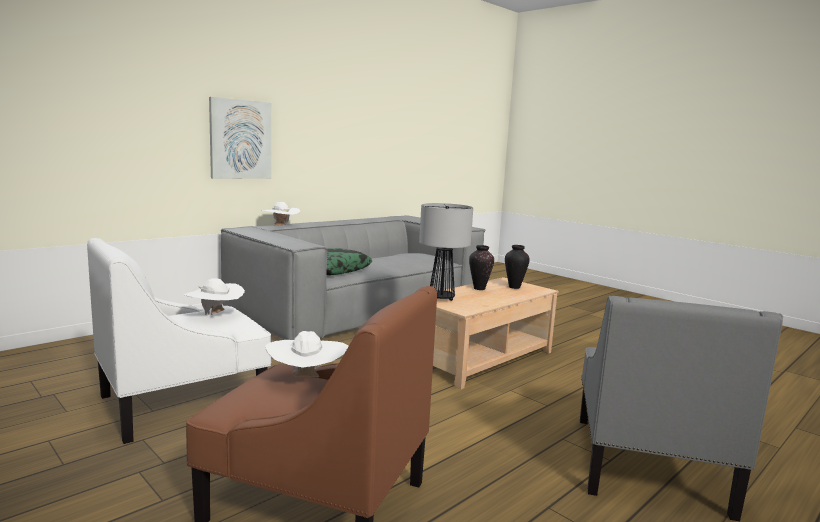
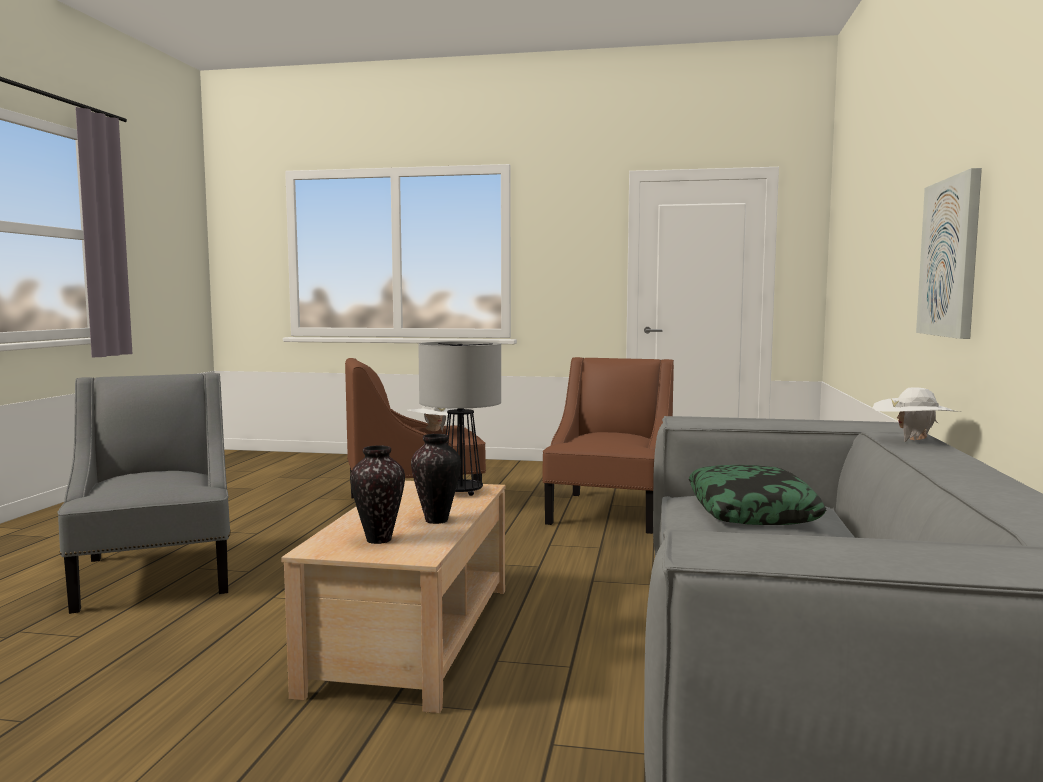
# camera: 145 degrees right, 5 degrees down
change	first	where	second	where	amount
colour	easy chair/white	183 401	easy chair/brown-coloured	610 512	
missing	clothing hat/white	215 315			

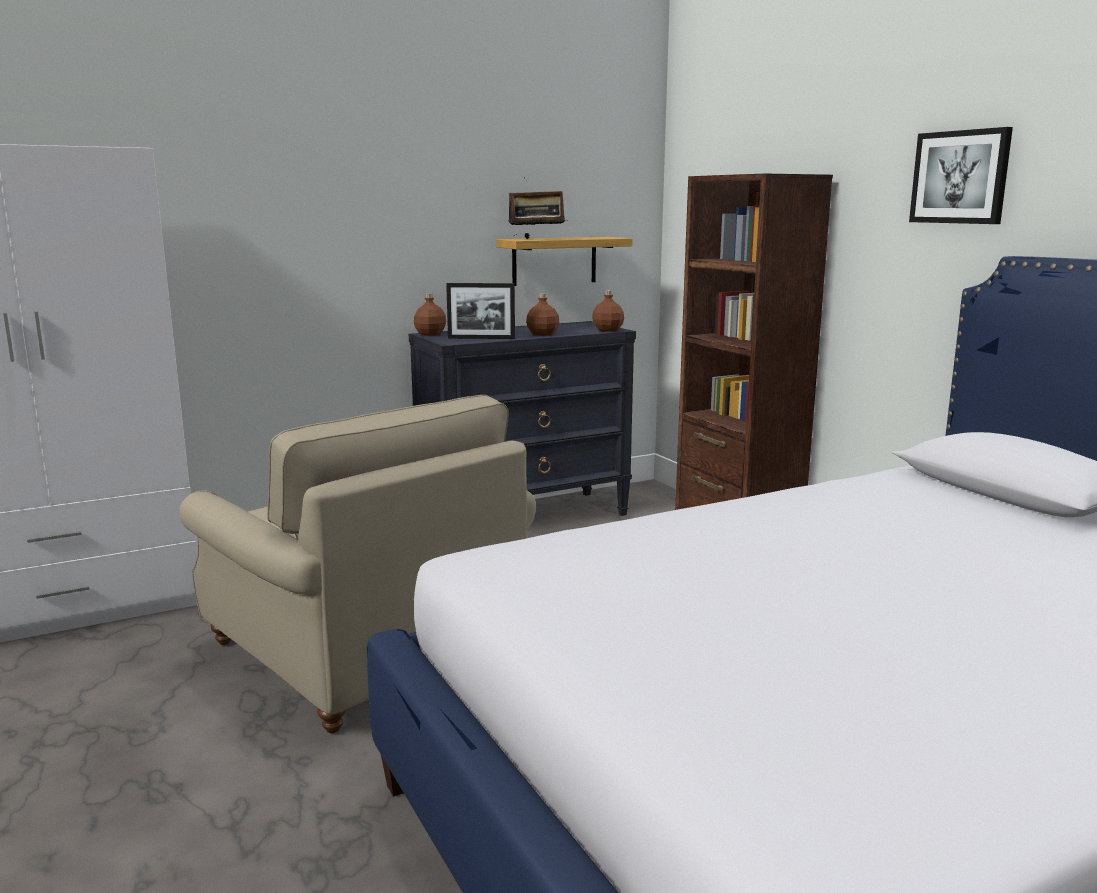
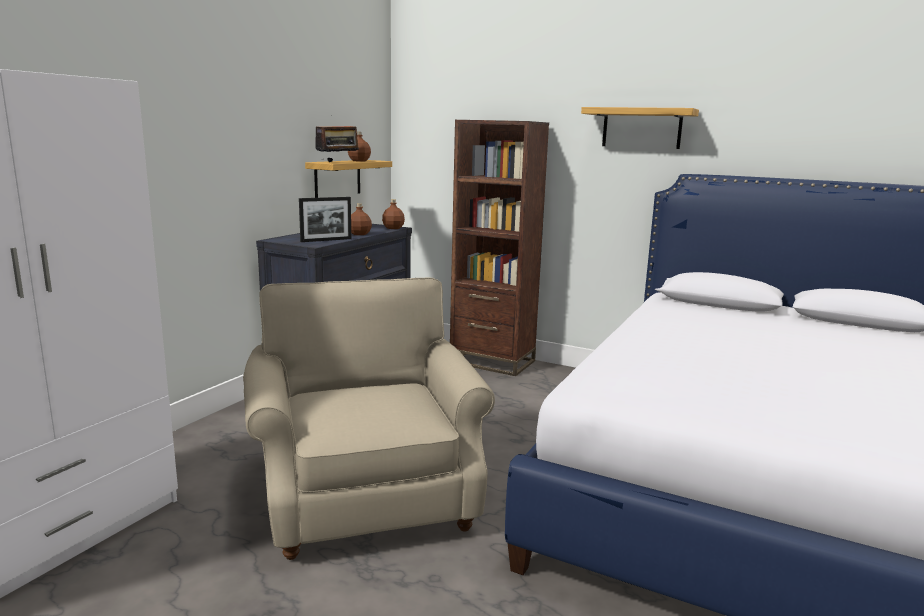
# camera: 35 degrees left, 0 degrees up
change	first	where	second	where	amount
spun	easy chair/beige	365 650		365 492	120 degrees counterclockwise
relocated	bottle/brown-coloured	430 334		359 161	
exchanged	wall picture	960 177	wall shelf	641 128	

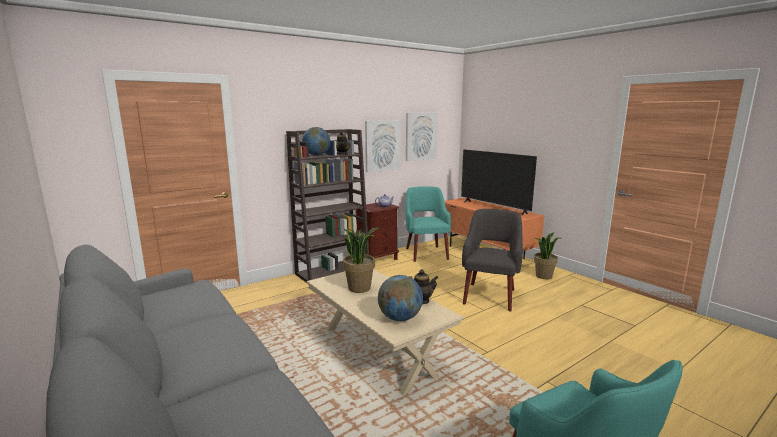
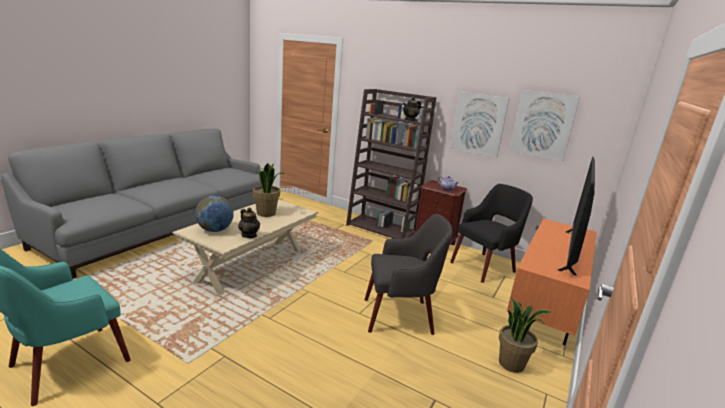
# camera: 65 degrees right, 5 degrees up
change	first	where	second	where	amount
colour	easy chair/blue-green	426 253	easy chair/black	483 267	
missing	desk globe	316 155			

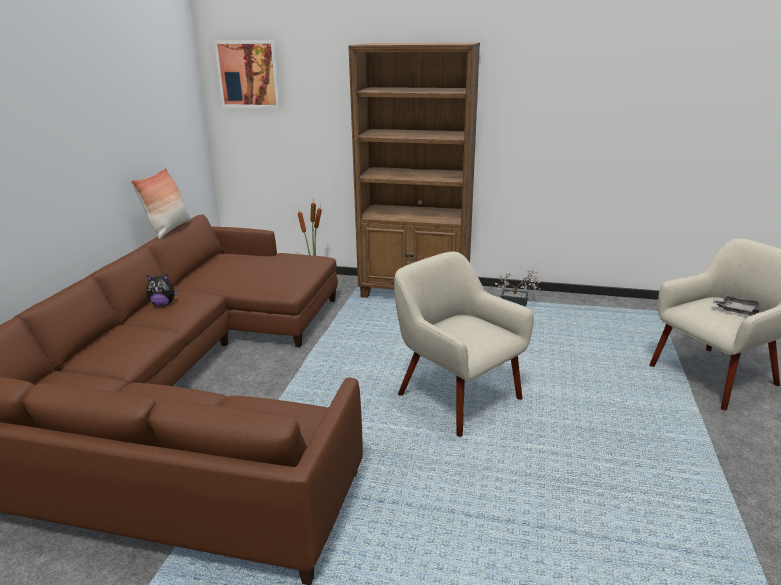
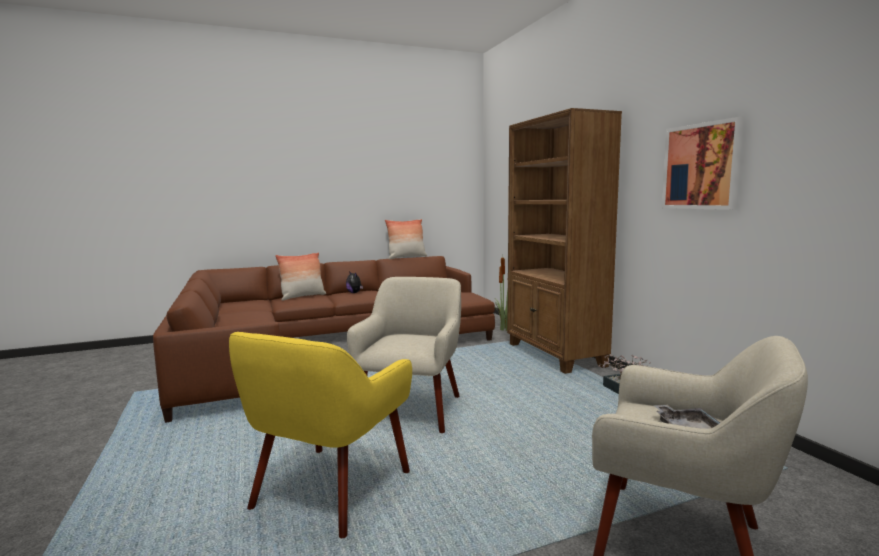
# camera: 55 degrees right, 15 degrees down
change	first	where	second	where	amount
appeared			easy chair/yellow-coloured	329 490	
appeared			cushion	302 296	
relocated	wall picture	248 74		701 166	

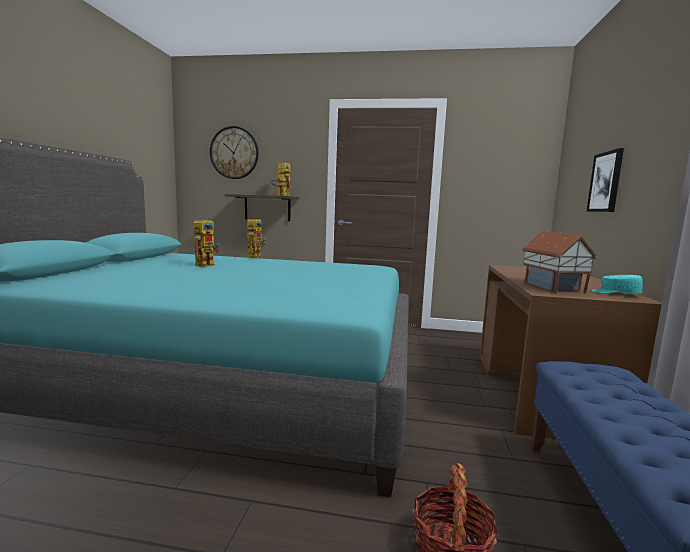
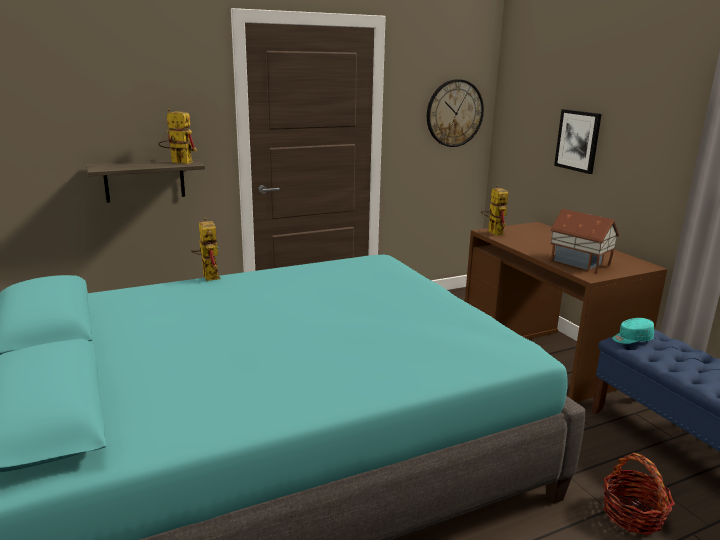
# camera: 35 degrees left, 10 degrees up
change	first	where	second	where	amount
relocated	hanging clock	234 153		454 113	
relocated	toy robot	206 264		492 232	
relocated	baseball cap/blue-green	615 293		631 339	

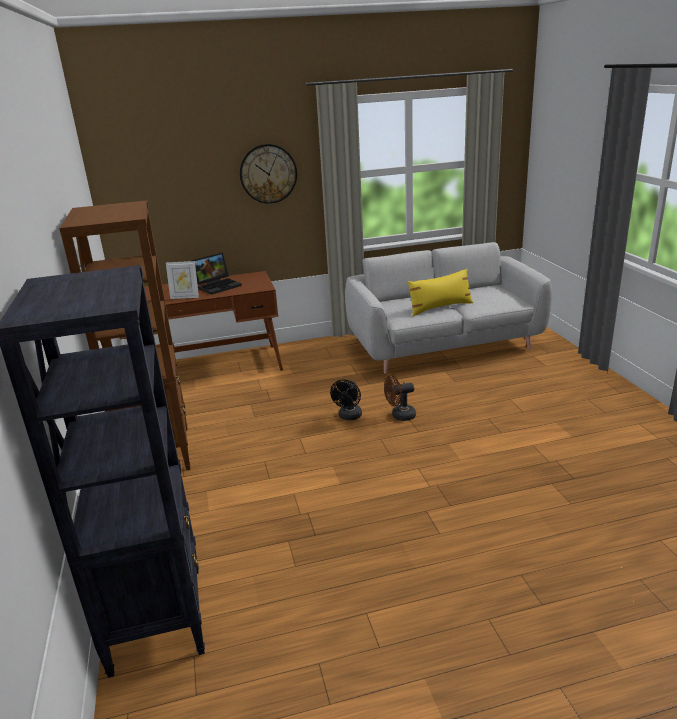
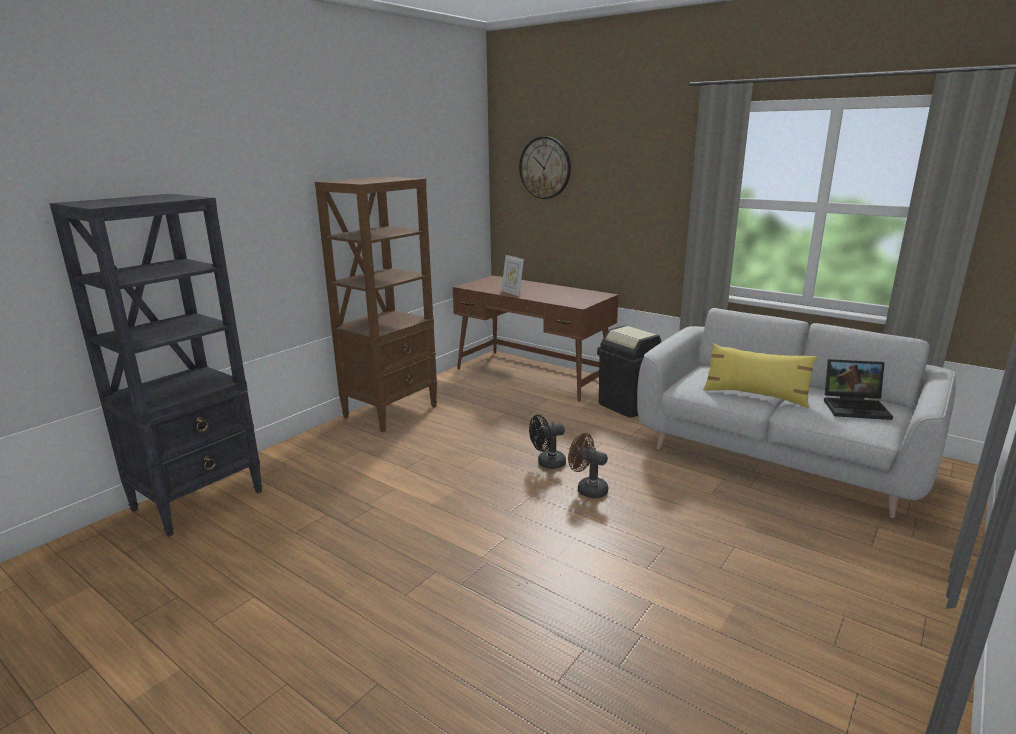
# camera: 50 degrees right, 5 degrees down
change	first	where	second	where	amount
relocated	hanging clock	268 174		545 168	
appeared			waste bin/black	628 405	
relocated	notebook computer	218 286		856 407	

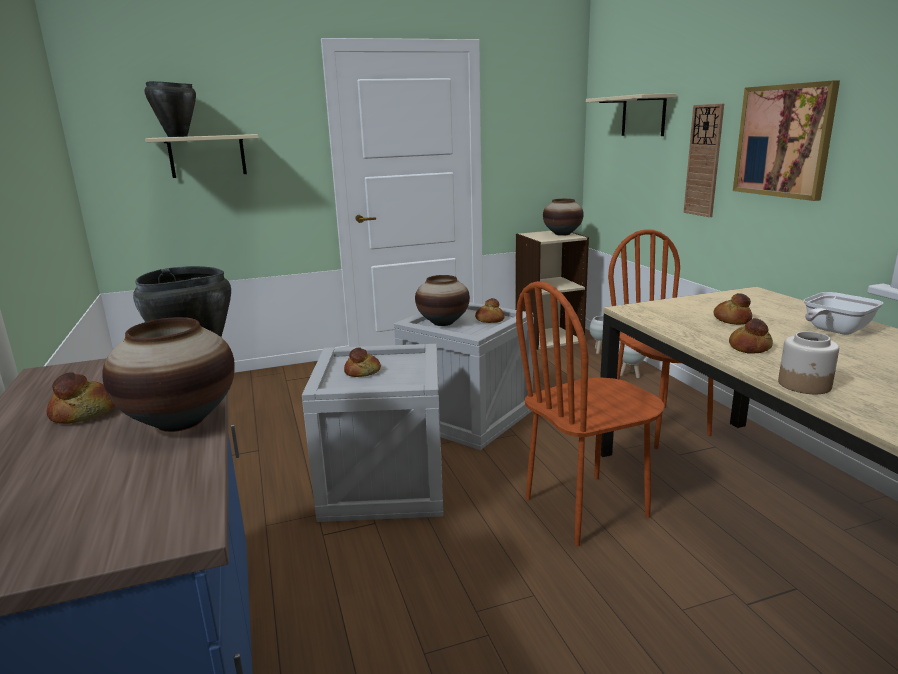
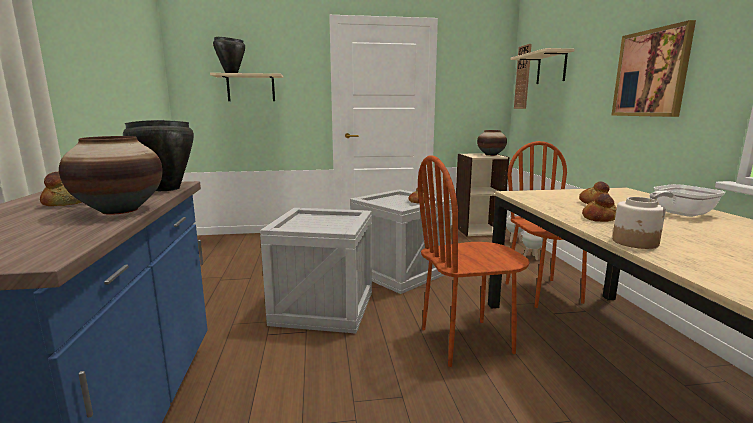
# camera: 10 degrees right, 5 degrees down
change	first	where	second	where	amount
relocated	hanging clock	704 161		523 77	
missing	baked bread	363 372			
missing	flower vase	443 323			

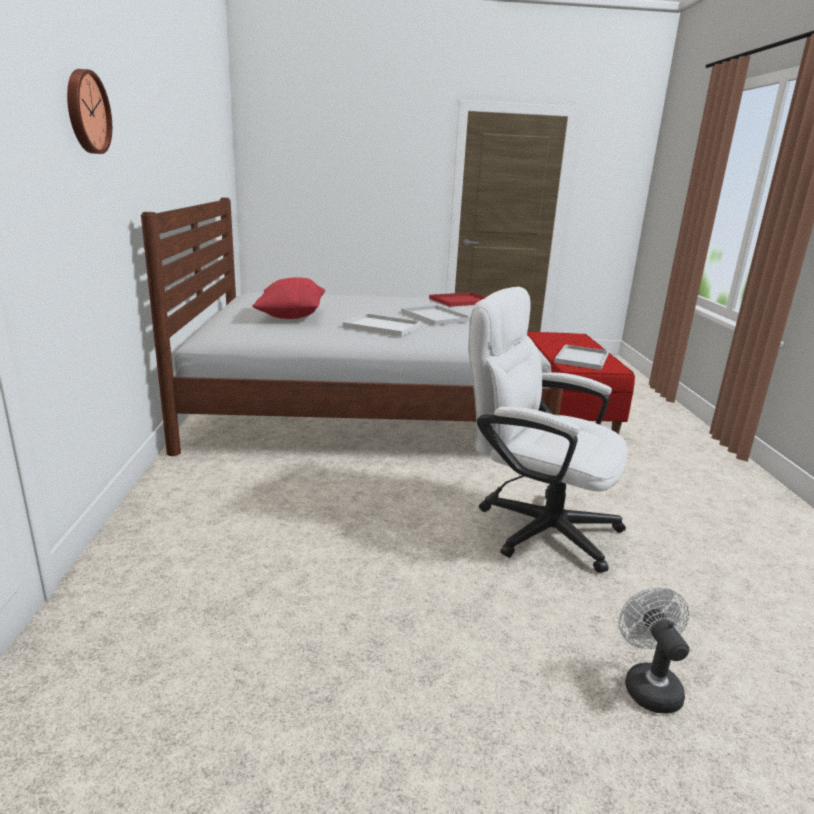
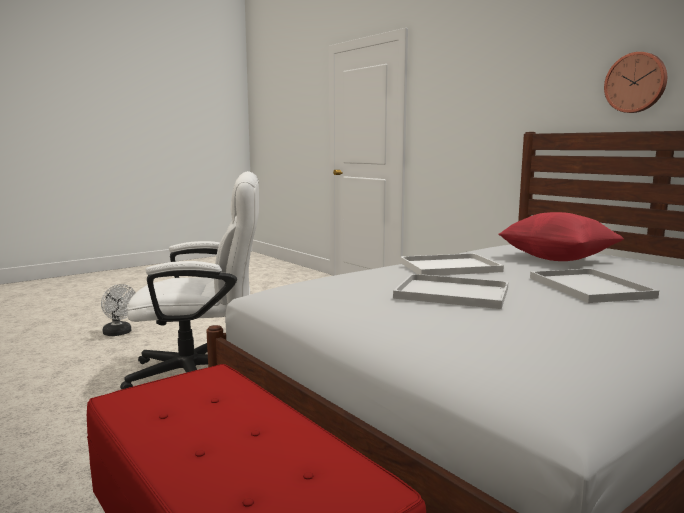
# camera: 145 degrees right, 10 degrees down
change	first	where	second	where	amount
relocated	carrying tray/white	581 358		592 288	
relocated	hanging clock	86 112		636 83	
missing	carrying tray/reddish	460 301			

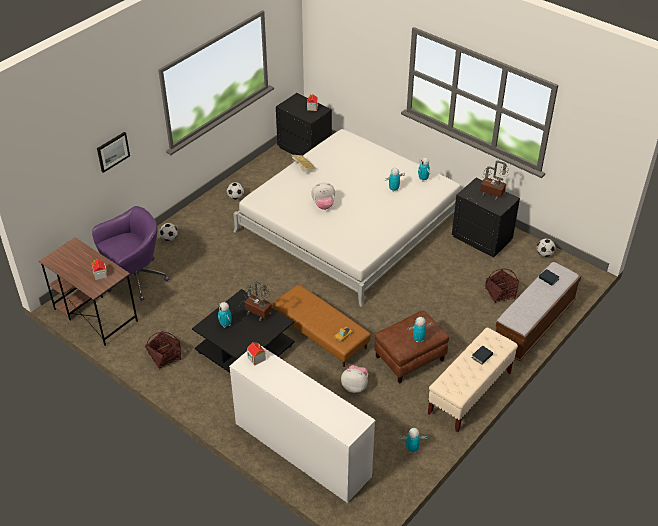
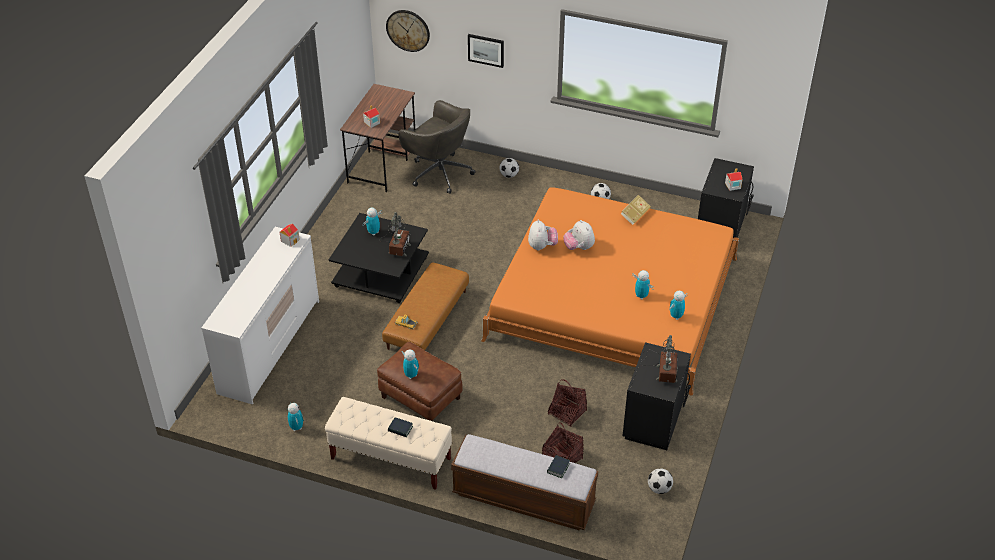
# camera: 70 degrees right, 0 degrees up
change	first	where	second	where	amount
appeared			hanging clock	408 30	
colour	computer chair/purple	135 280	computer chair/grey	439 172	
colour	bedroom bed/white	350 222	bedroom bed/orange	613 298	
relocated	cuddly toy	355 386		542 246	
relocated	household basket	165 357		567 412	

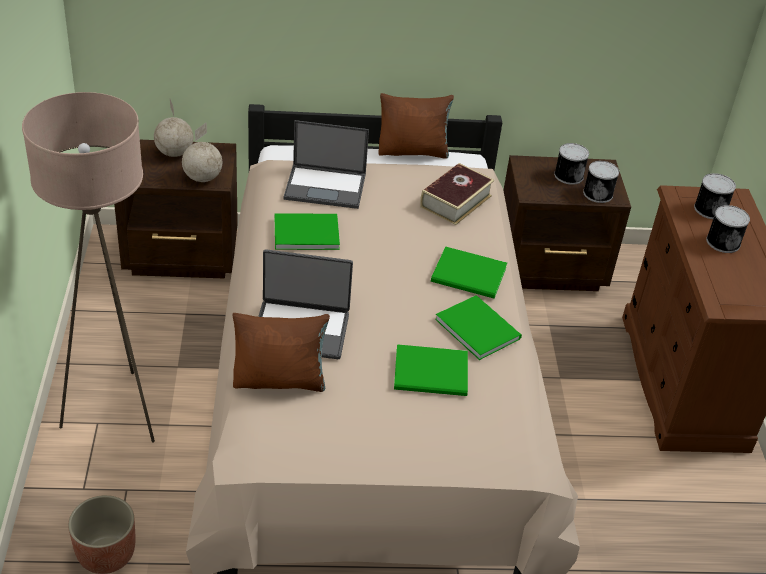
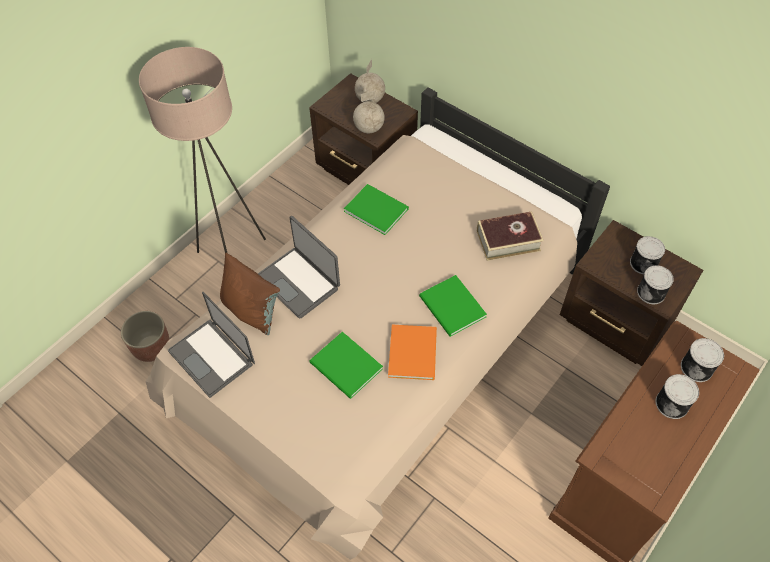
# camera: 45 degrees right, 15 degrees up
change	first	where	second	where	amount
relocated	notebook computer	326 186		212 357	
colour	bound book/green	477 327	bound book/orange	414 351	
missing	cushion/brown-coloured	413 151			

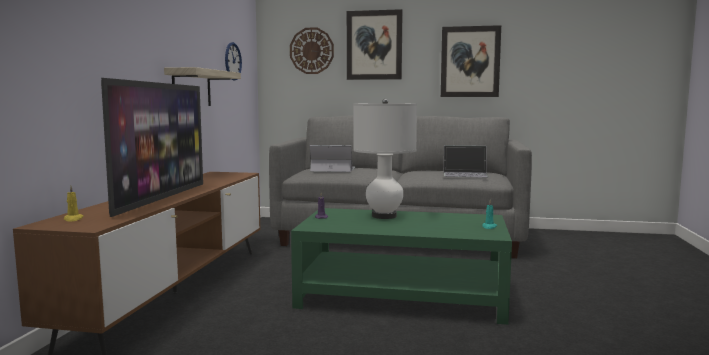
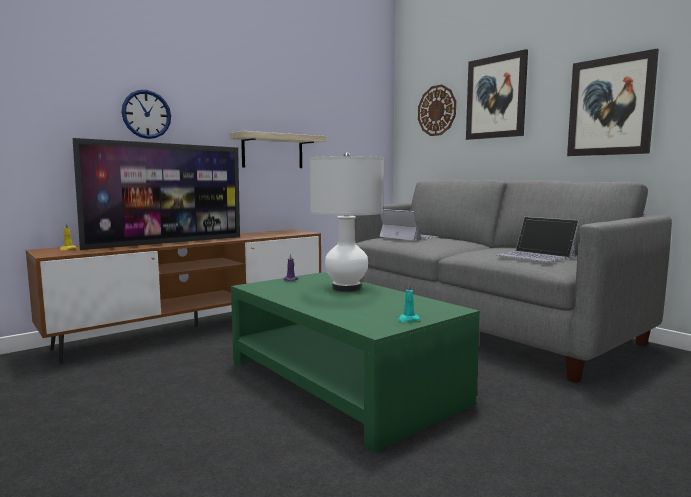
# camera: 40 degrees right, 0 degrees up
change	first	where	second	where	amount
relocated	hanging clock	232 61		146 114	

